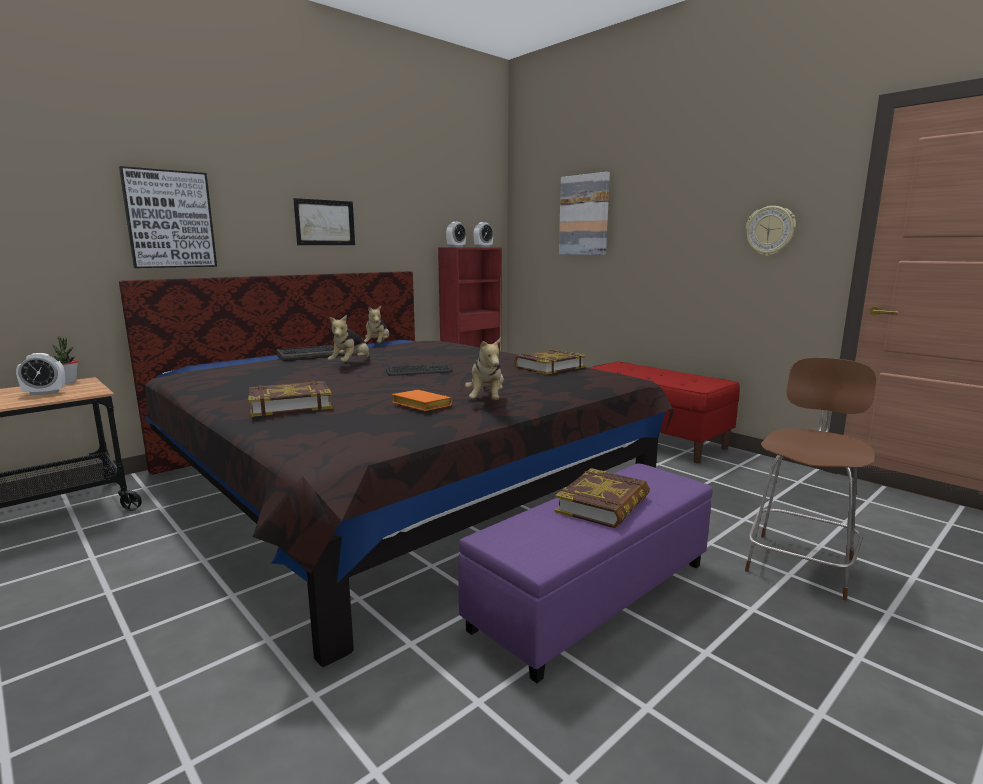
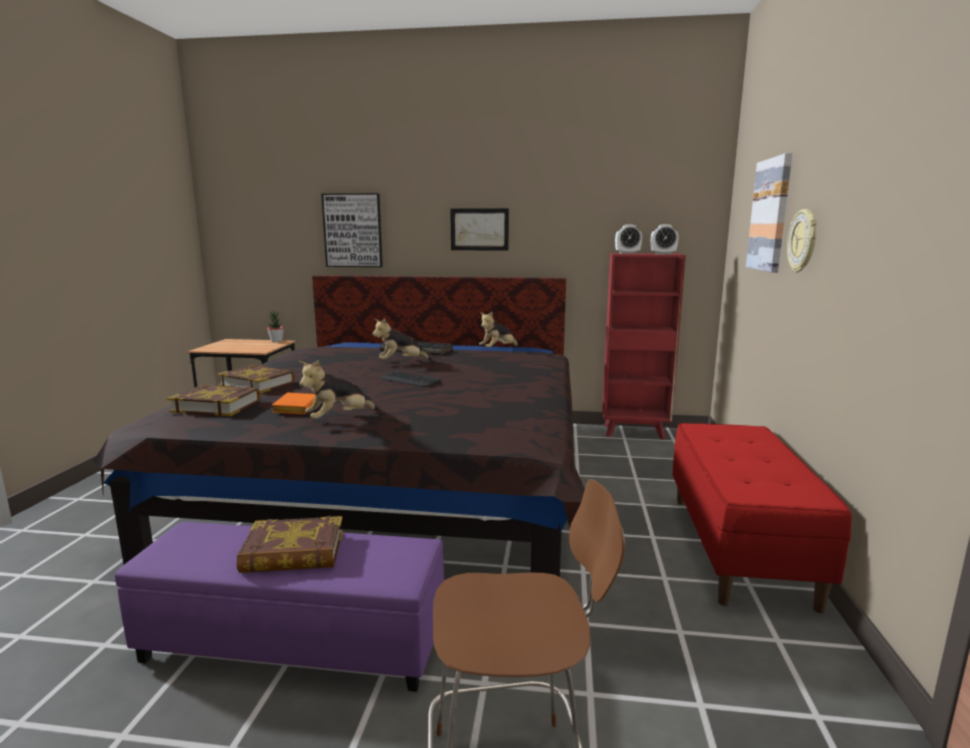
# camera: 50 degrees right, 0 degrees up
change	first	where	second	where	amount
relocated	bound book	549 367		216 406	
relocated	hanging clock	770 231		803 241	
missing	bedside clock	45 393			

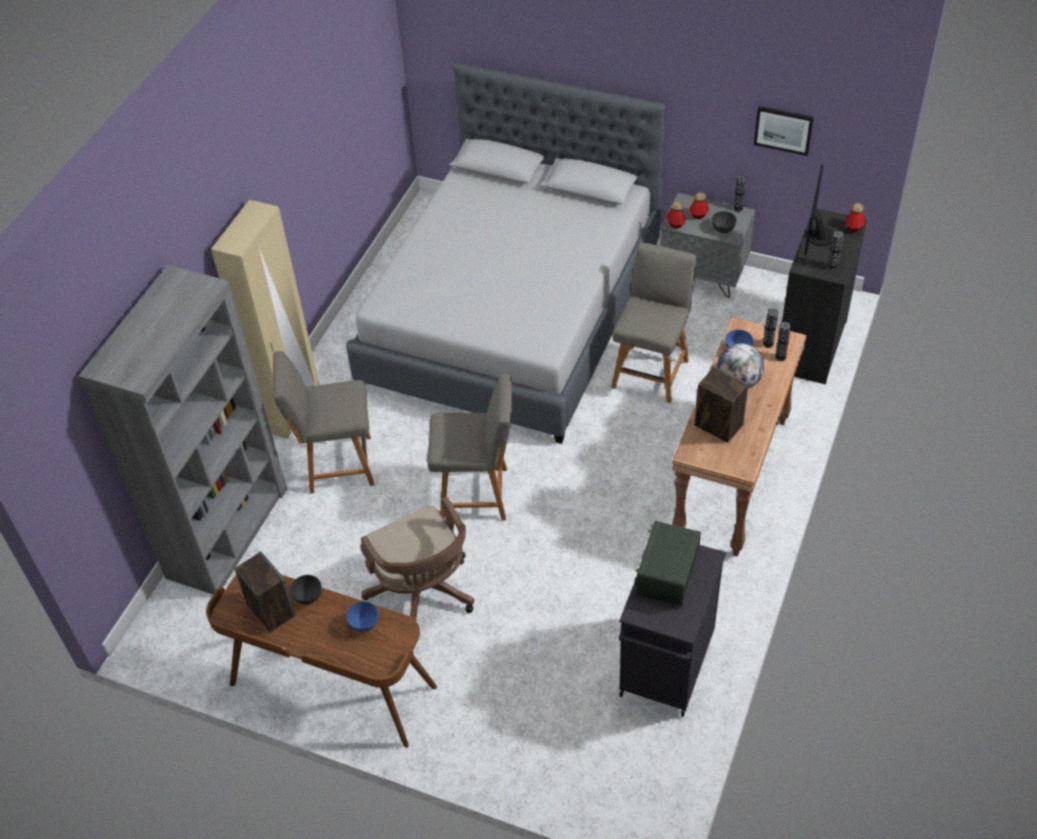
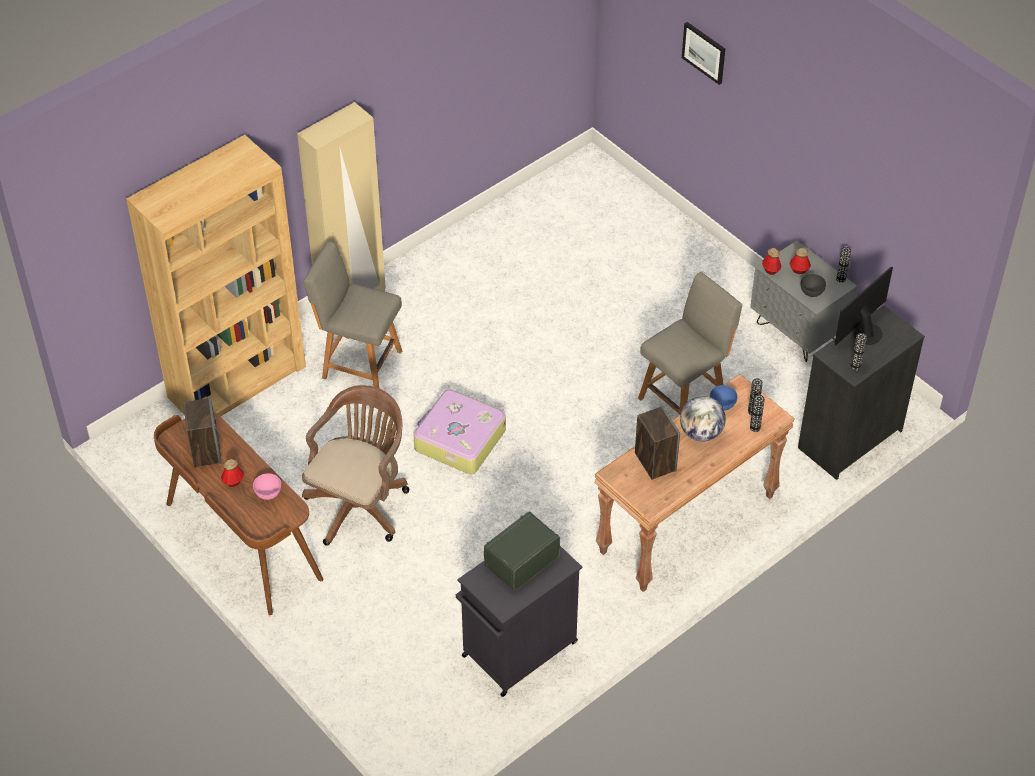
# camera: 25 degrees right, 0 degrees up
change	first	where	second	where	amount
colour	shelving unit/grey	228 532	shelving unit/brown-coloured	237 381	
relocated	bottle	854 227		233 481	
colour	serving bowl/bluish	364 624	serving bowl/pink-coloured	268 493	
spun	computer chair/brown-coloured	424 595		360 503	150 degrees counterclockwise
exchanged	plain chair/grey	477 494	suitcase	458 440	
relocated	wall picture	783 130		704 52	
missing	serving bowl/grey	308 596			
missing	bedroom bed/grey	513 314			

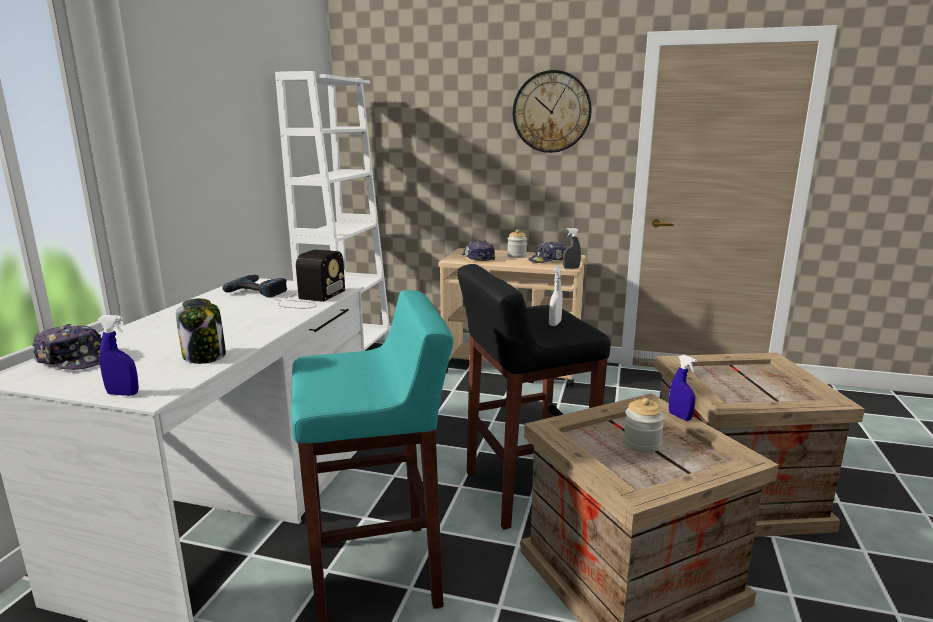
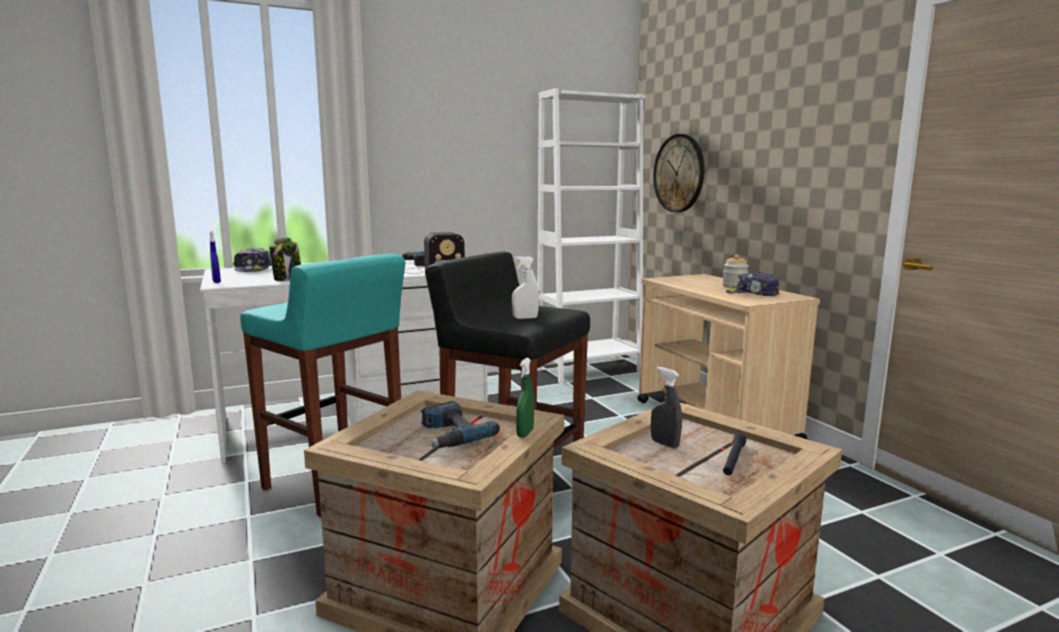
# camera: 50 degrees right, 5 degrees down
change	first	where	second	where	amount
exchanged	storage jar	641 444	drill	450 434	
colour	spray bottle/bluish	679 416	spray bottle/green	525 433	
relocated	spray bottle/grey	571 268		664 444	
relocated	hanging clock	551 112		679 173	
appeared			hand torch/black	733 460	
missing	baseball cap	477 258			

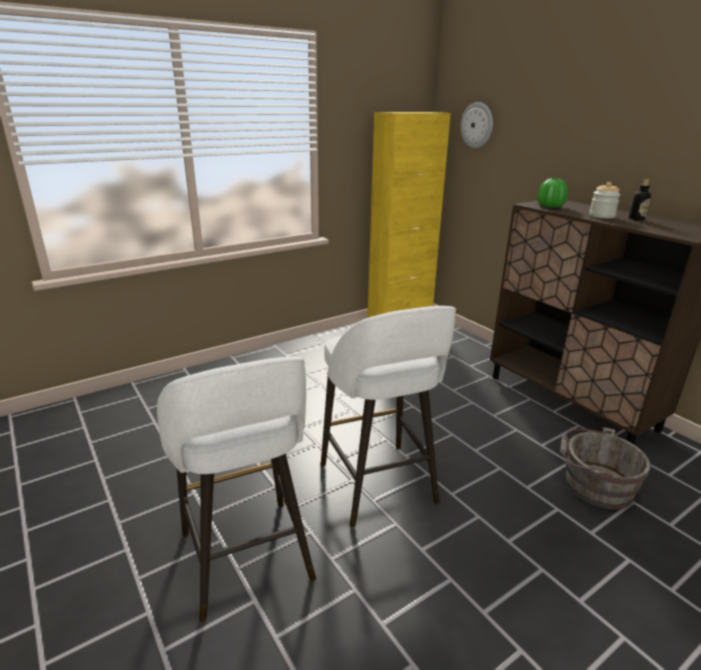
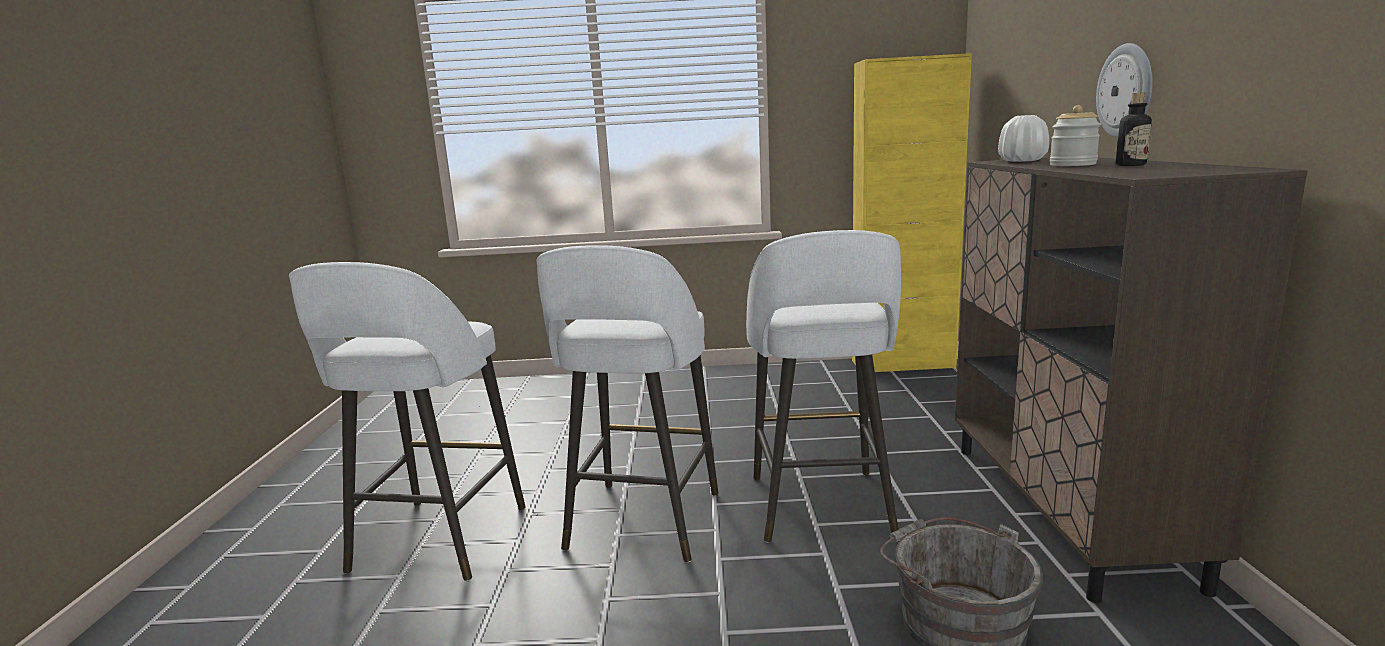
# camera: 35 degrees right, 10 degrees down
change	first	where	second	where	amount
appeared			sitting stool/white	821 508	
colour	flower vase/green	550 206	flower vase/white	1022 161	
relocated	hanging clock	477 125		1126 91	

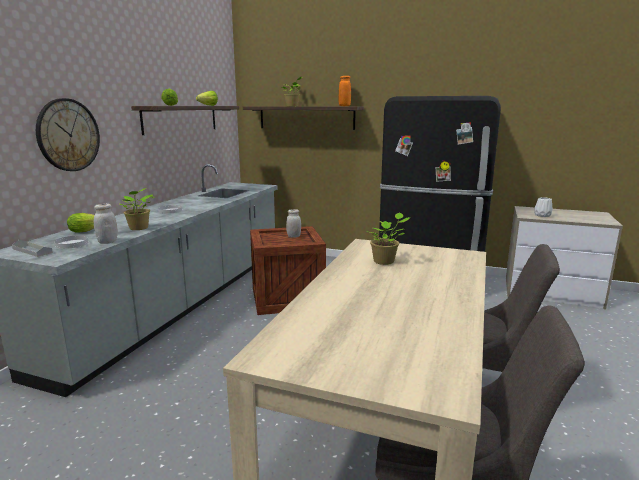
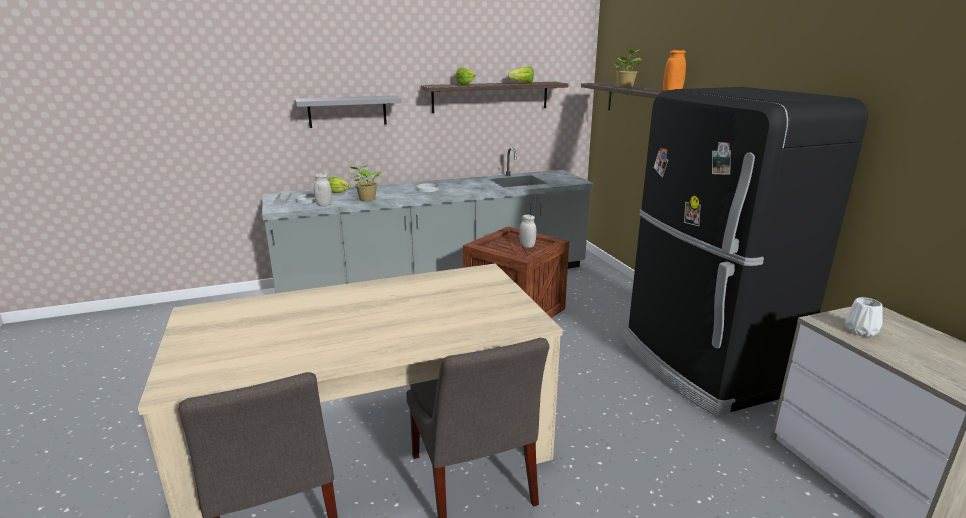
# camera: 50 degrees right, 5 degrees up
change	first	where	second	where	amount
exchanged	hanging clock	68 135	wall shelf/grey	347 111	
missing	houseplant	385 261			

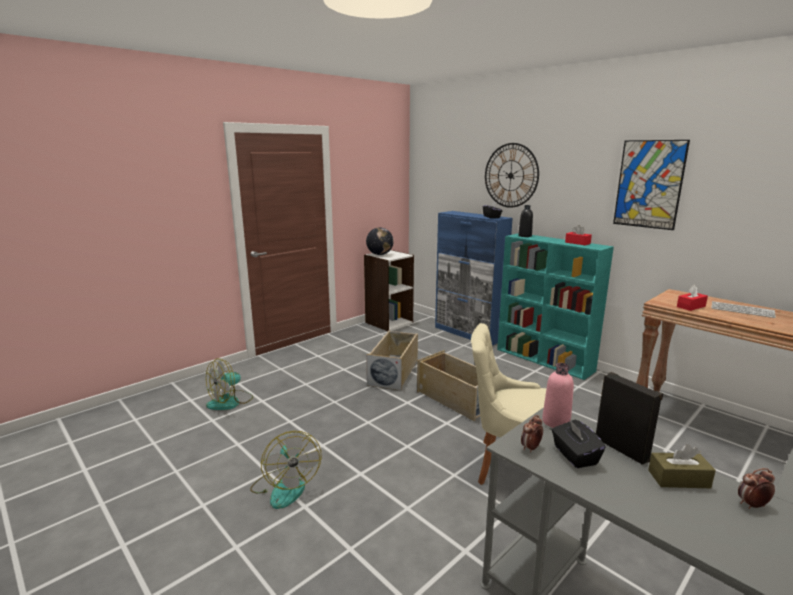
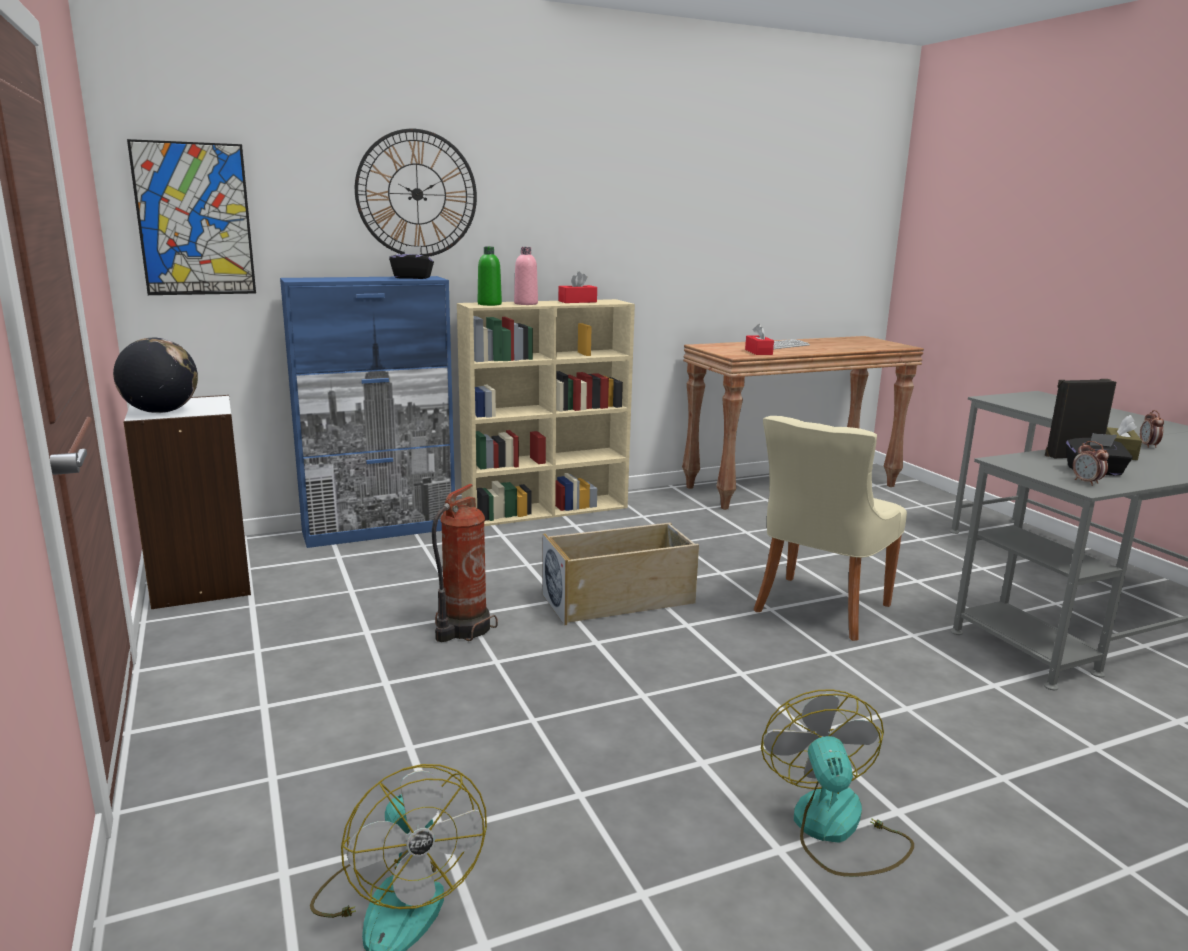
# camera: 70 degrees left, 0 degrees up
change	first	where	second	where	amount
relocated	wall picture	649 184		194 220	
exchanged	storage container/beige	394 372	extinguisher	462 629	
colour	shelving unit/blue-green	545 360	shelving unit/beige	547 510	
colour	bottle/black	525 236	bottle/green	489 304	
relocated	bottle/pink-coloured	556 422		526 303	
spun	electric fan	285 487		835 829	90 degrees counterclockwise

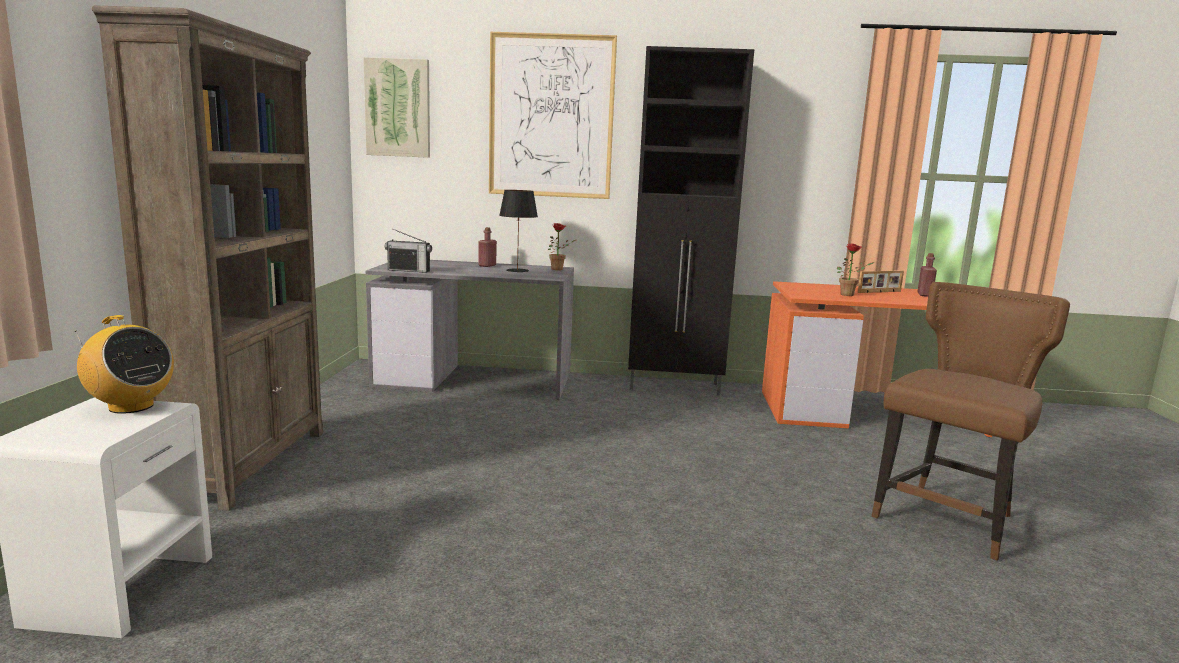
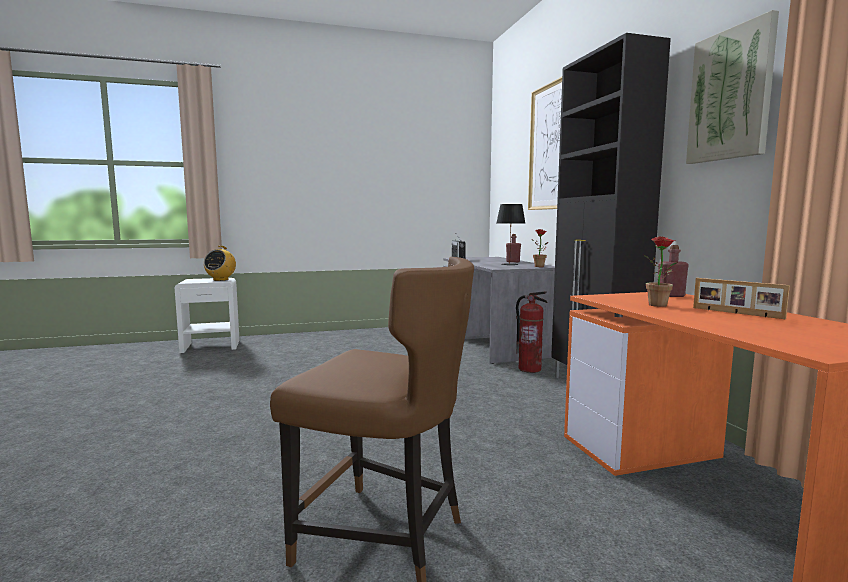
# camera: 70 degrees right, 5 degrees down
change	first	where	second	where	amount
appeared			extinguisher	529 369	
relocated	bottle/reddish	924 295		670 296	
relocated	wall picture	398 108		730 95	
missing	shelving unit/brown-coloured	248 464			

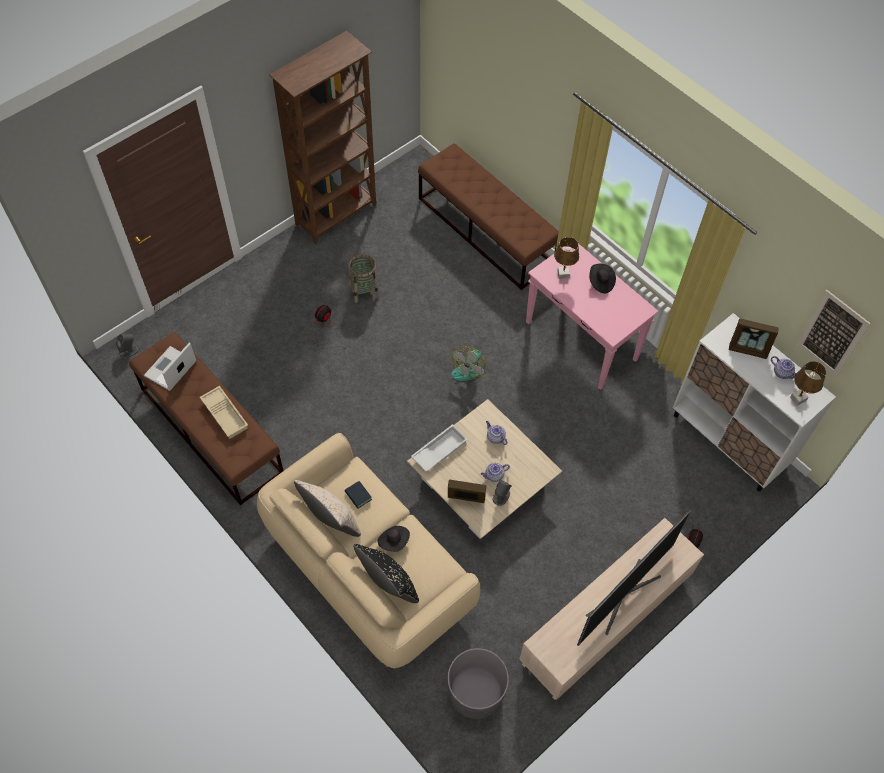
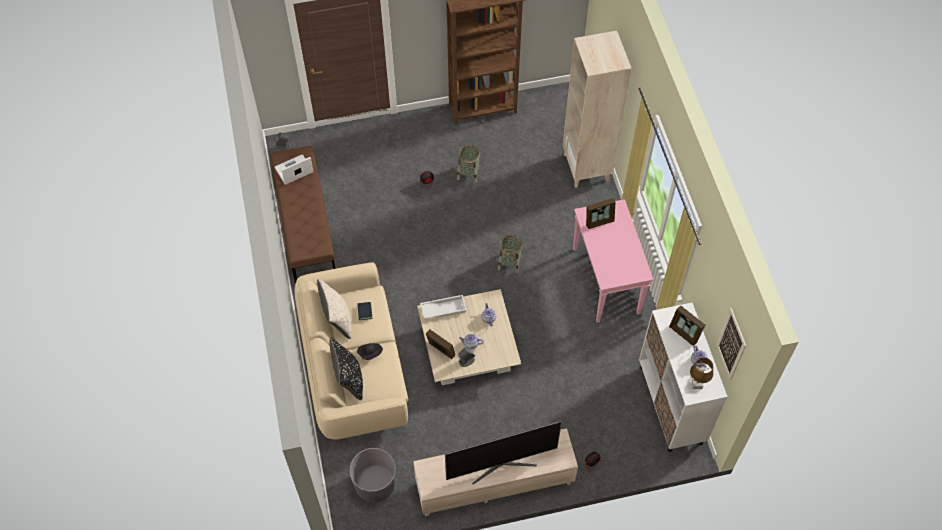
# camera: 30 degrees right, 0 degrees up
change	first	where	second	where	amount
exchanged	electric fan	469 368	household basket	509 263	
exchanged	long seat/brown-coloured	486 231	shelving unit/beige	586 168	
exchanged	lamp for a table/brown-coloured	563 274	standing frame	599 221	
missing	carrying tray/beige	226 414			
missing	clothing hat/black	601 282			

